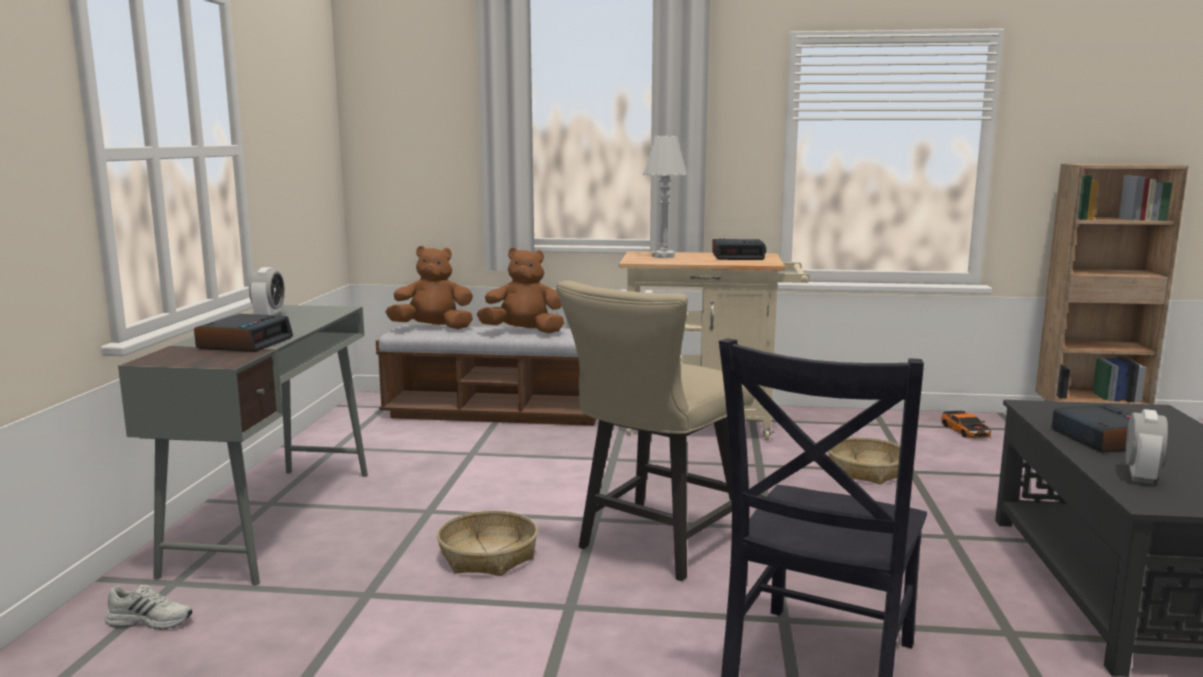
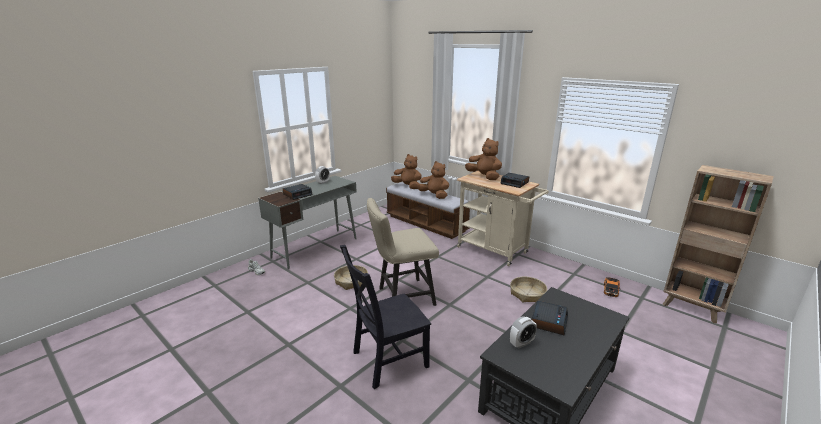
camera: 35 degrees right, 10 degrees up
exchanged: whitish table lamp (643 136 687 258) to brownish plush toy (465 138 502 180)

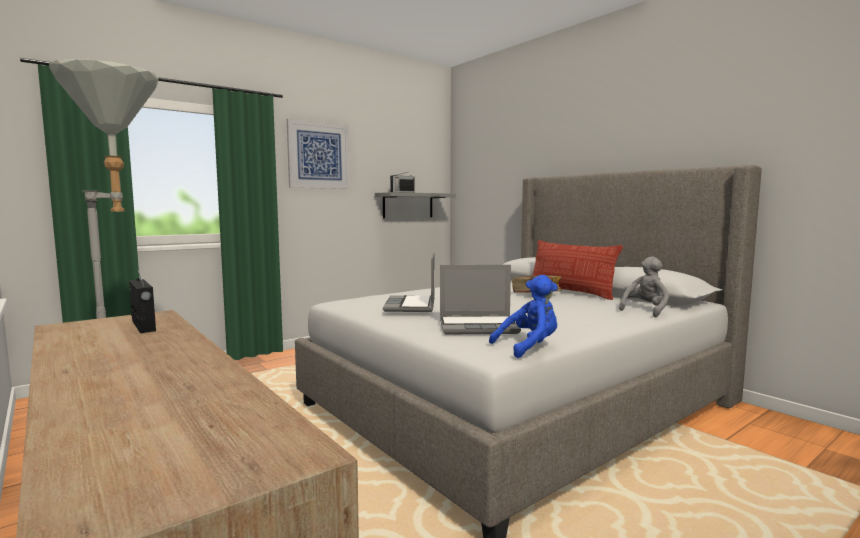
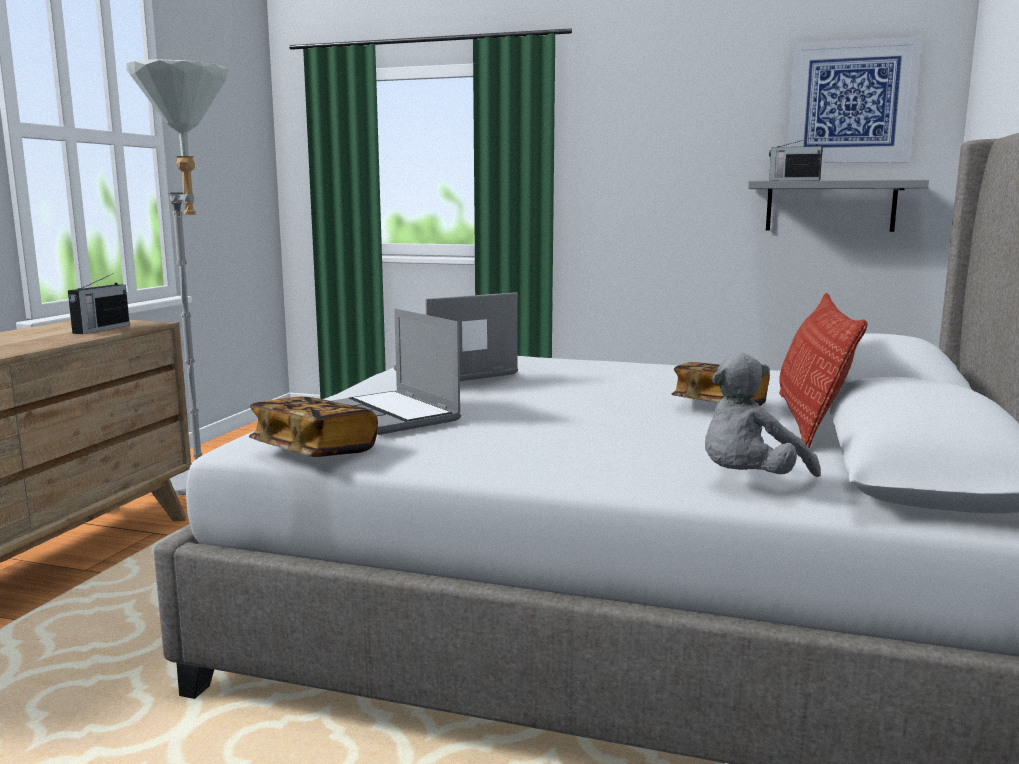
camera: 55 degrees right, 5 degrees up
relocated: wall picture (287 119 350 189) to (787 36 922 163)
exchanged: bluish plush toy (489 275 558 358) to book (249 397 378 457)
spun: gray plush toy (619 256 669 317) = (705 352 821 477) 135 degrees clockwise

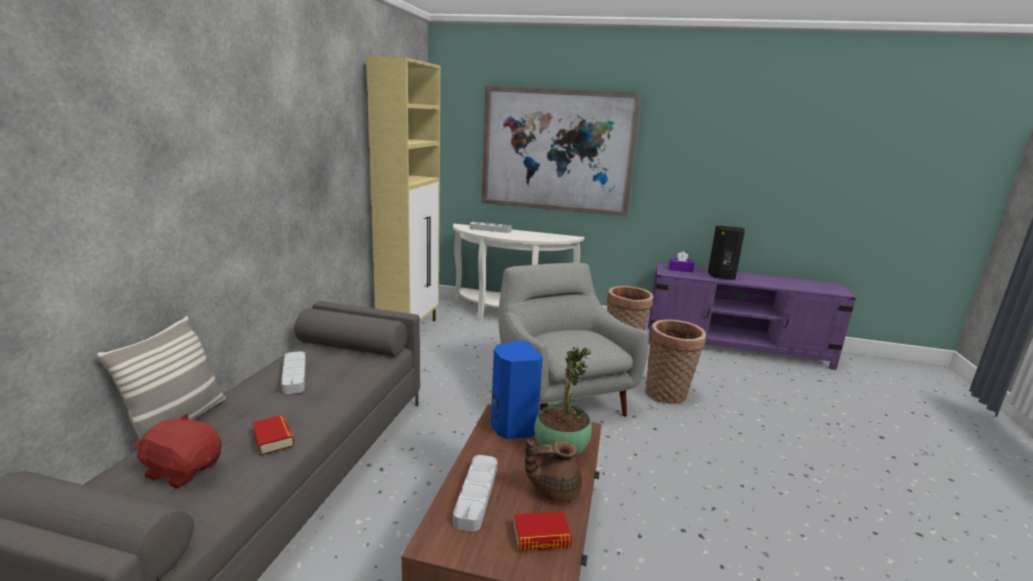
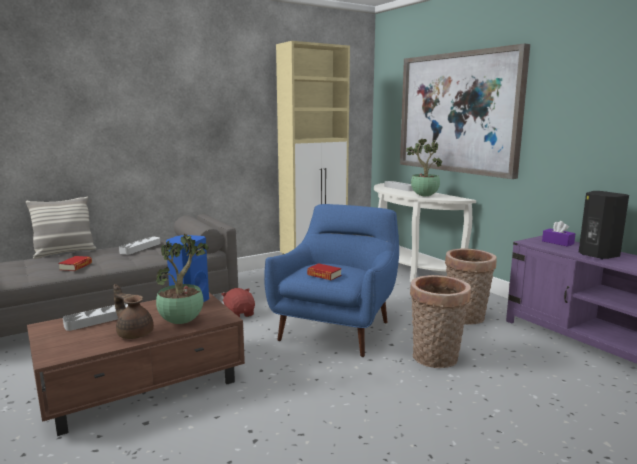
camera: 45 degrees right, 5 degrees down
appeared: potted plant (406 139 442 196)
relocated: red plush toy (132 413 222 488) to (221 288 255 317); book (513 511 572 551) to (307 263 342 280)
colour: gray easy chair (498 263 649 417) to bluish easy chair (264 204 399 357)

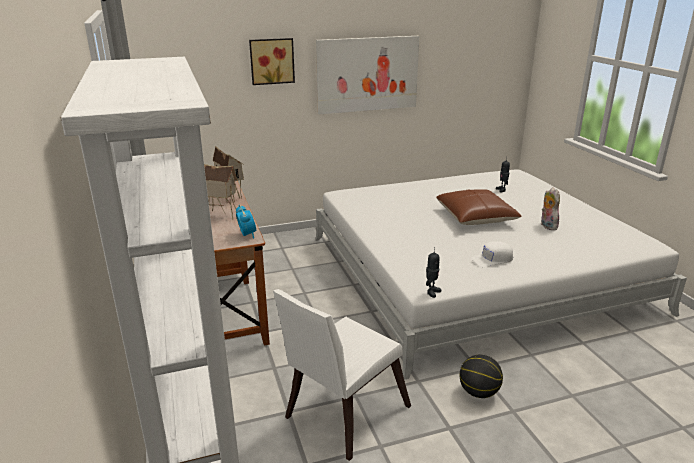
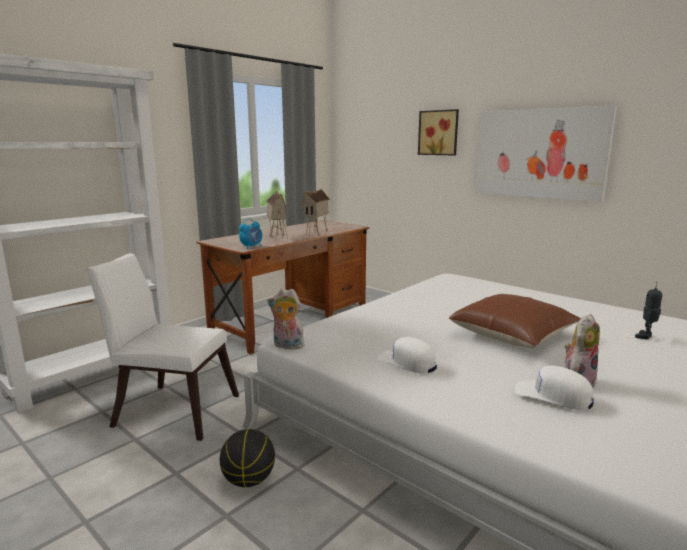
camera: 60 degrees right, 10 degrees down
appeared: whitish baseball cap (514 365 594 410)
exchanged: toy robot (426 247 441 298) to plush toy (267 289 304 349)

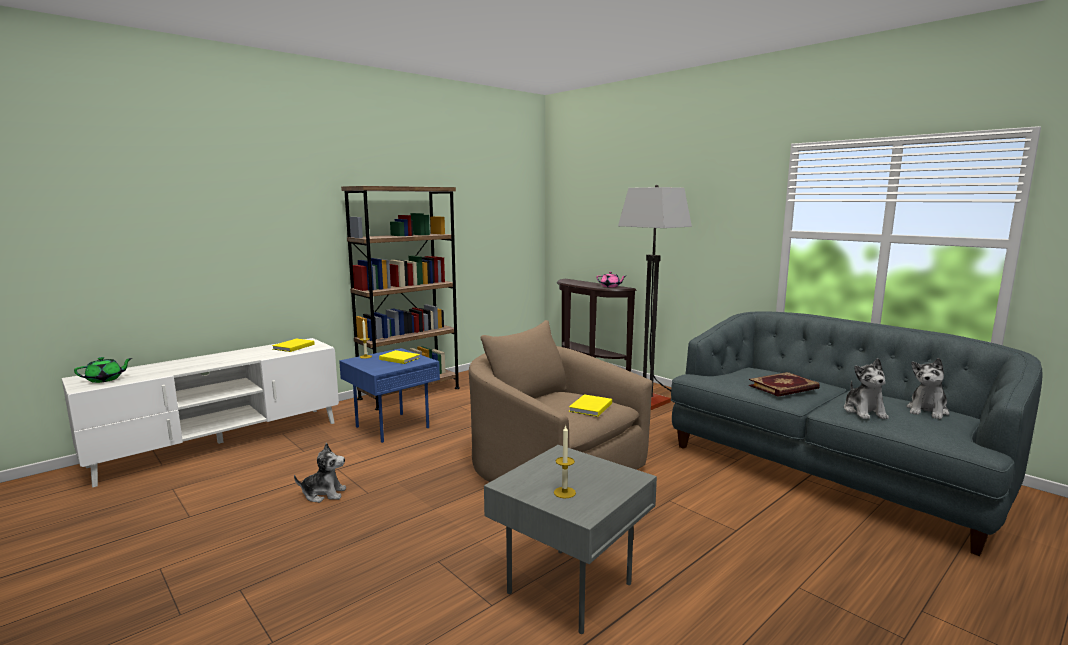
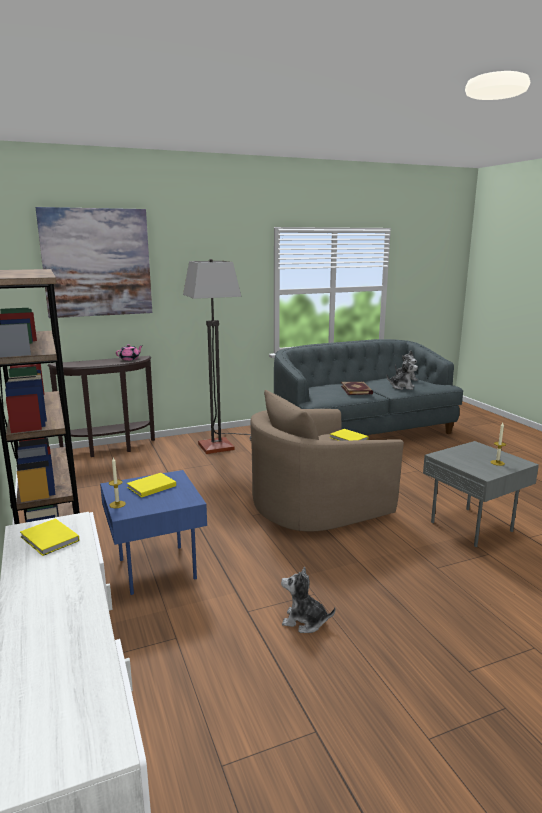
camera: 70 degrees left, 5 degrees up
missing: green tea pot (74 357 132 383)
appeared: wall picture (36 207 152 318)
spun: plush toy (294 443 346 503) = (281 567 336 633) 90 degrees counterclockwise

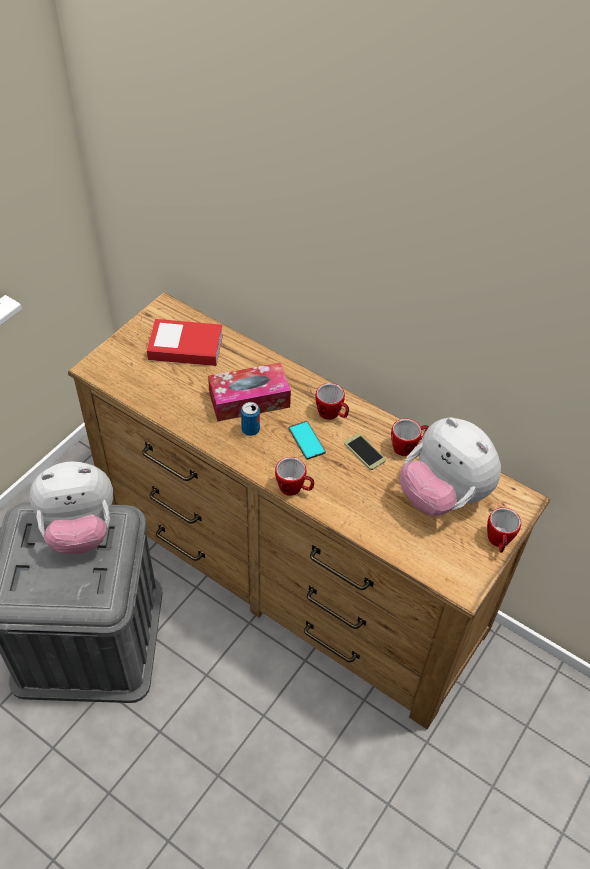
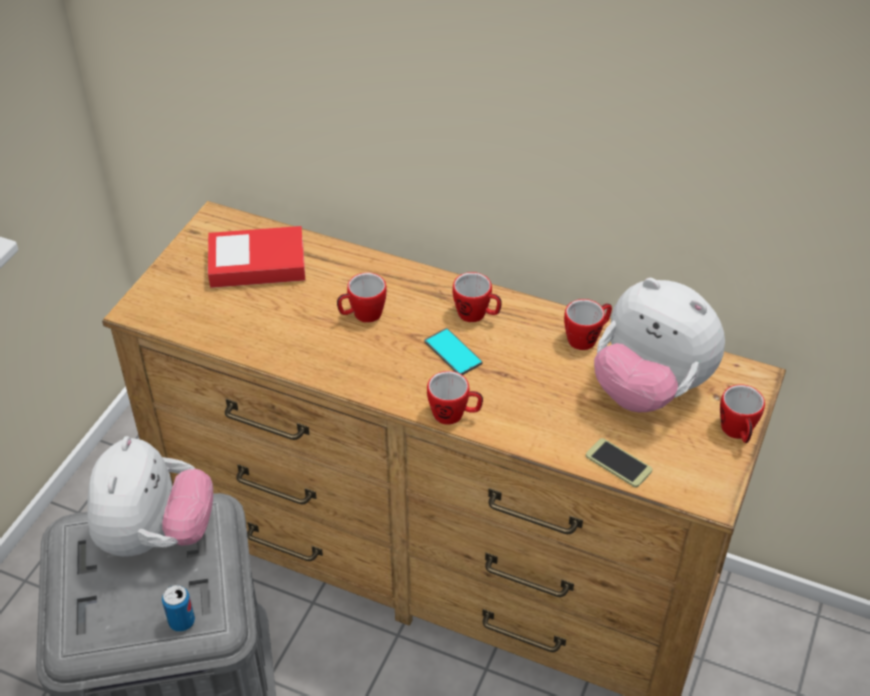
camera: 10 degrees left, 5 degrees down
relocated: metal can (241 402 260 436) to (162 585 195 632); telephone (344 433 386 470) to (586 438 652 488)
exchanged: box of tissues (208 362 291 421) to tea mug (337 273 387 323)
spun: plush toy (29 461 113 554) = (87 436 213 557) 60 degrees counterclockwise

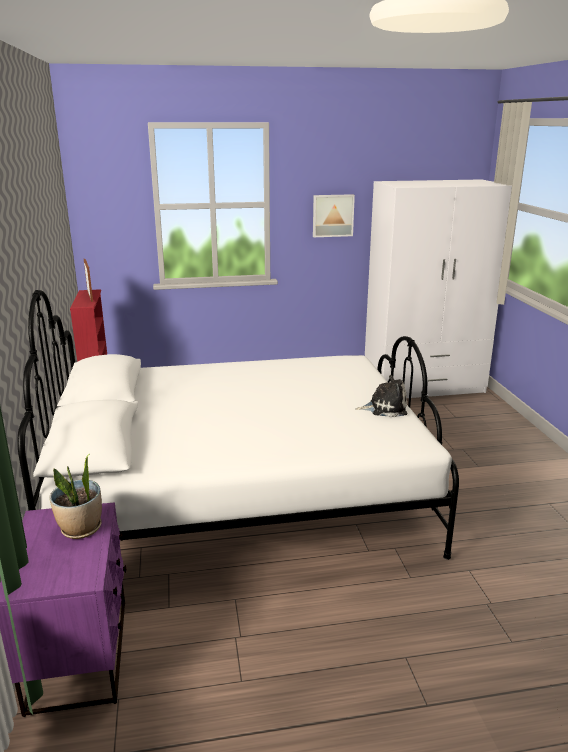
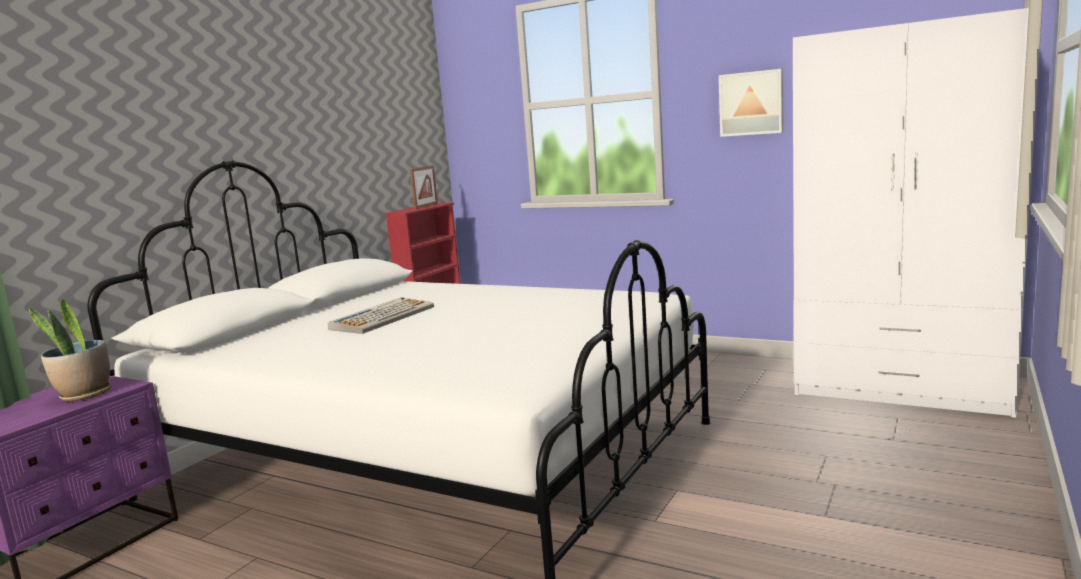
camera: 40 degrees right, 10 degrees down
missing: plush toy (356 375 407 417)
appeared: PC keyboard (328 297 434 334)

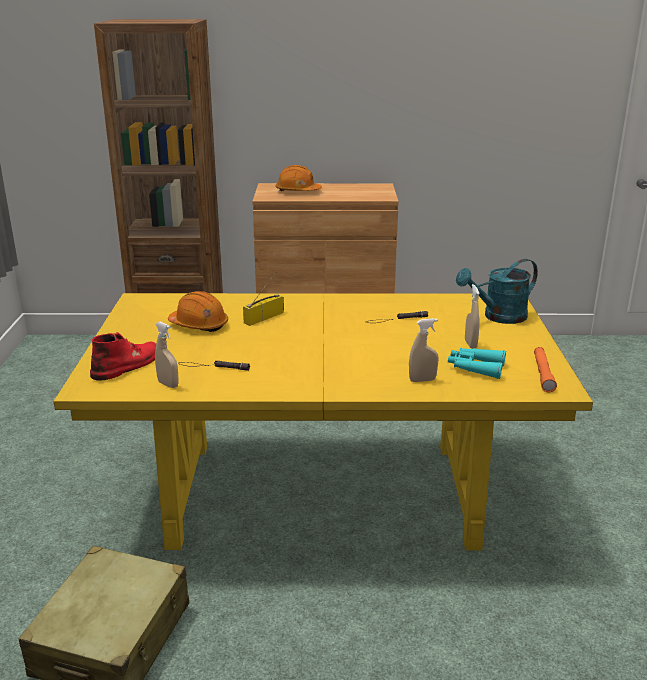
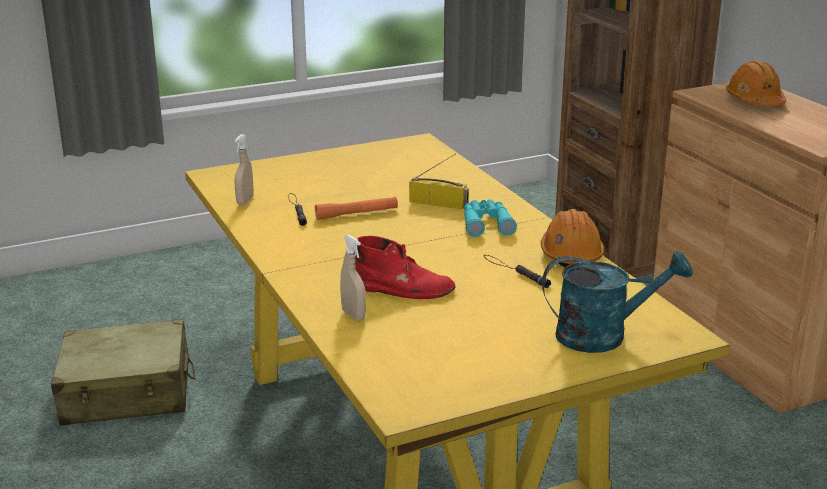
camera: 65 degrees right, 0 degrees up
missing: beige sprayer (465 284 480 349)
relocated: orange hard hat (168 291 228 332) to (540 209 604 267); red tall boot (90 332 156 381) to (355 236 456 299); orange flashlight (534 347 557 393) to (315 197 398 220); turquoise-coloured pair of binoculars (448 348 506 379) to (464 199 517 237)
spun: turquoise-coloured watering can (456 259 538 324) = (542 251 693 353) 135 degrees clockwise

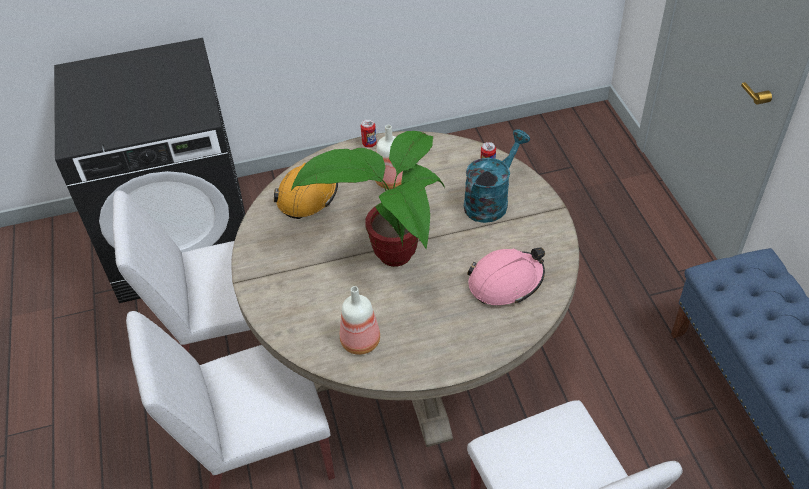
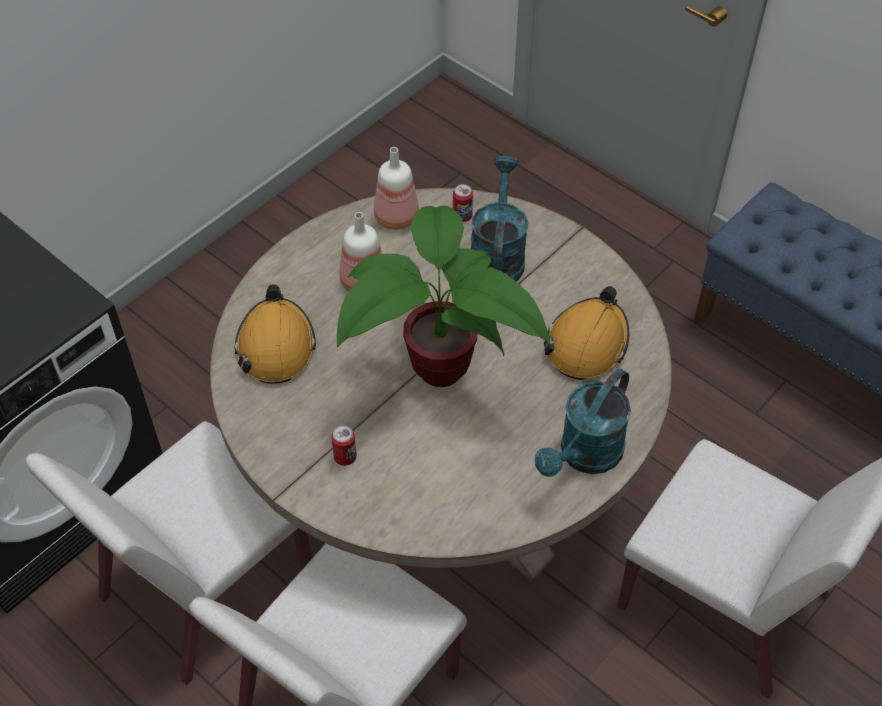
camera: 35 degrees left, 5 degrees up
appeared: turquoise-coloured watering can (535 368 631 477)
relocated: metal can (361 119 377 148) to (331 426 357 466); beverage bottle (340 286 380 355) to (374 147 419 230)
colour: pinkish hard hat (467 248 545 305) to orange hard hat (544 286 629 380)

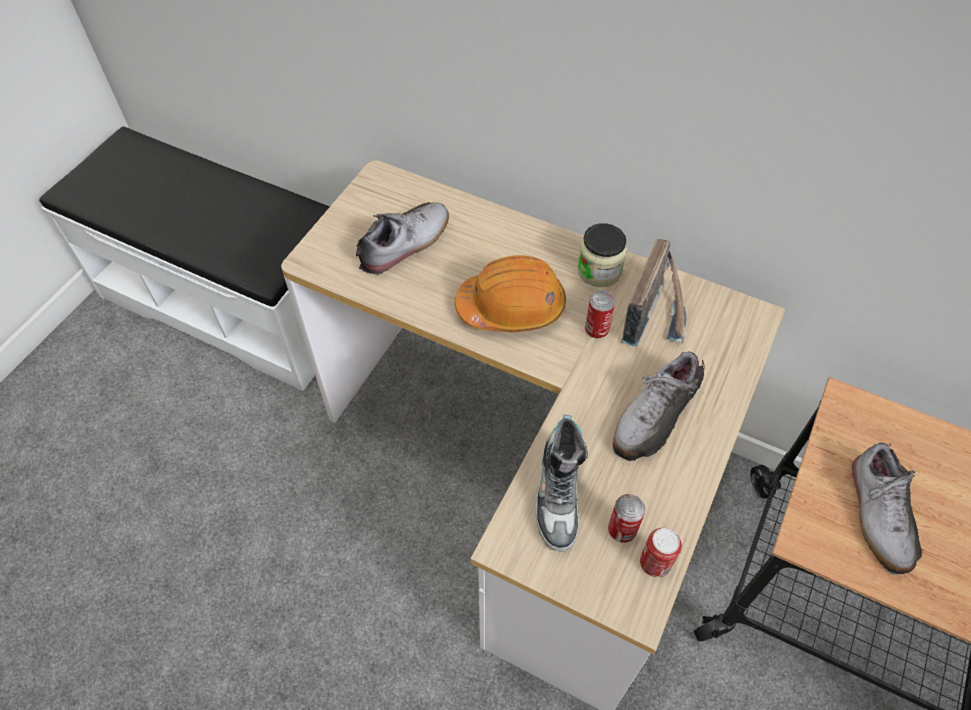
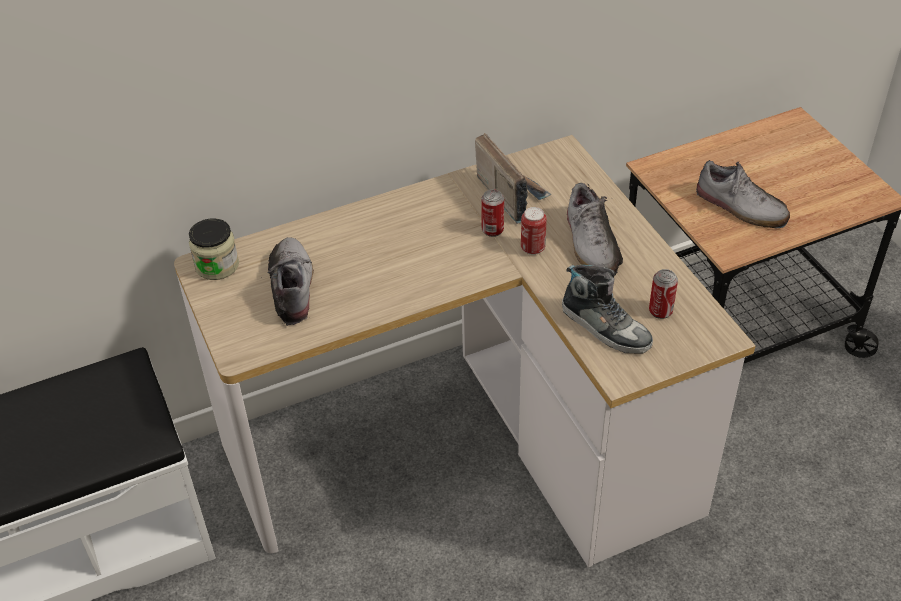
camera: 50 degrees left, 10 degrees down
missing: orange hard hat (455 255 566 332)
relocated: storage jar (577 223 627 287) to (189 219 239 280); metal can (640 528 682 577) to (521 207 547 255)

